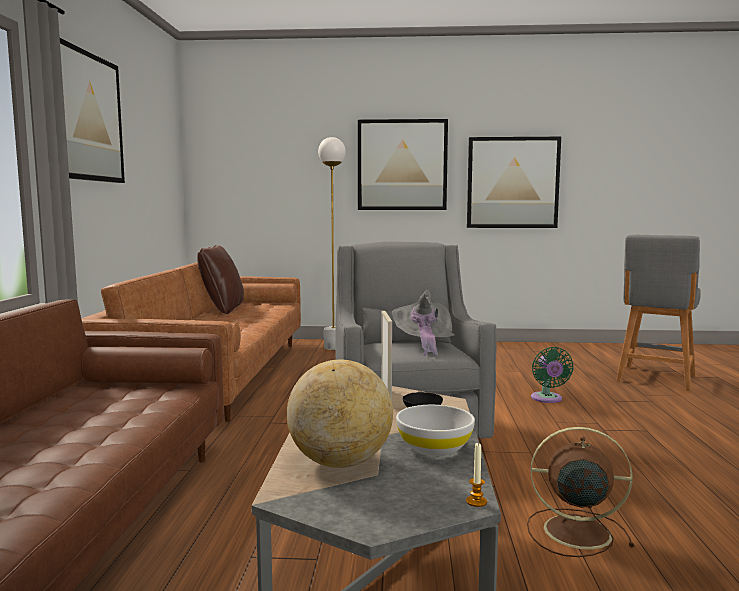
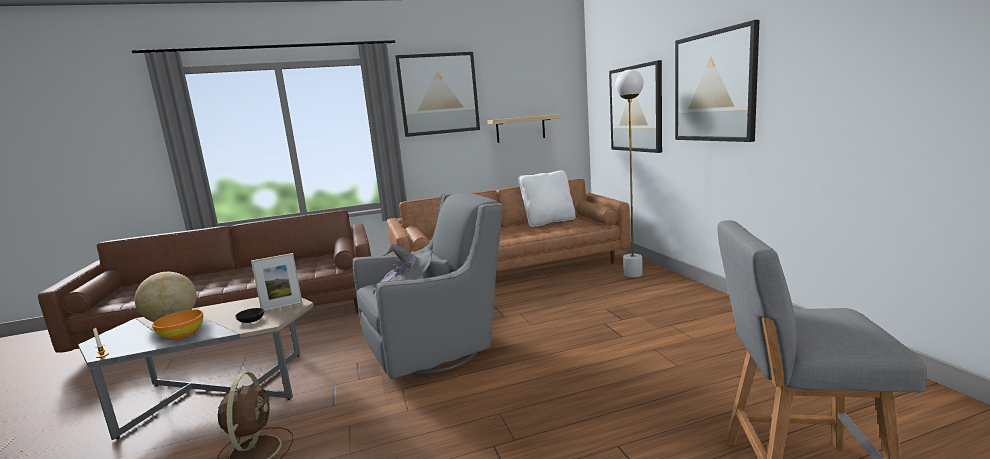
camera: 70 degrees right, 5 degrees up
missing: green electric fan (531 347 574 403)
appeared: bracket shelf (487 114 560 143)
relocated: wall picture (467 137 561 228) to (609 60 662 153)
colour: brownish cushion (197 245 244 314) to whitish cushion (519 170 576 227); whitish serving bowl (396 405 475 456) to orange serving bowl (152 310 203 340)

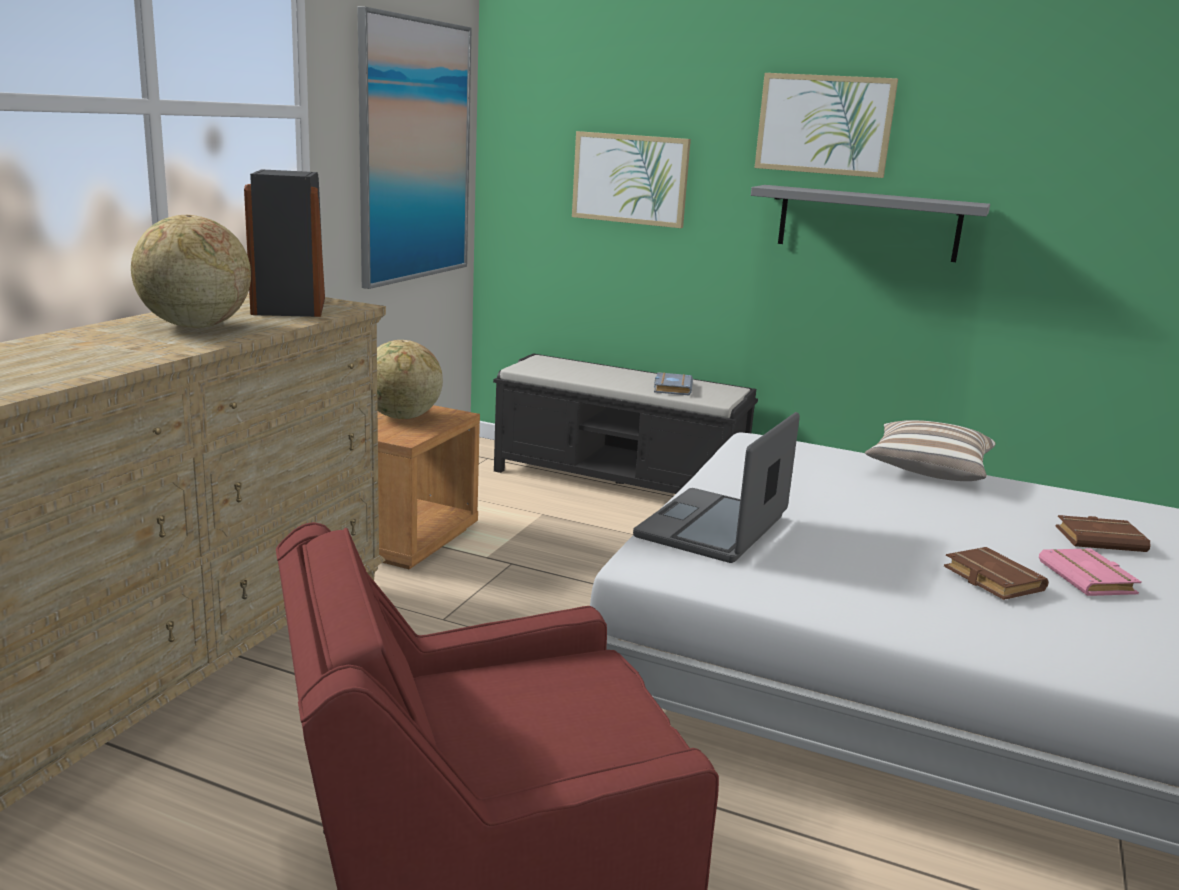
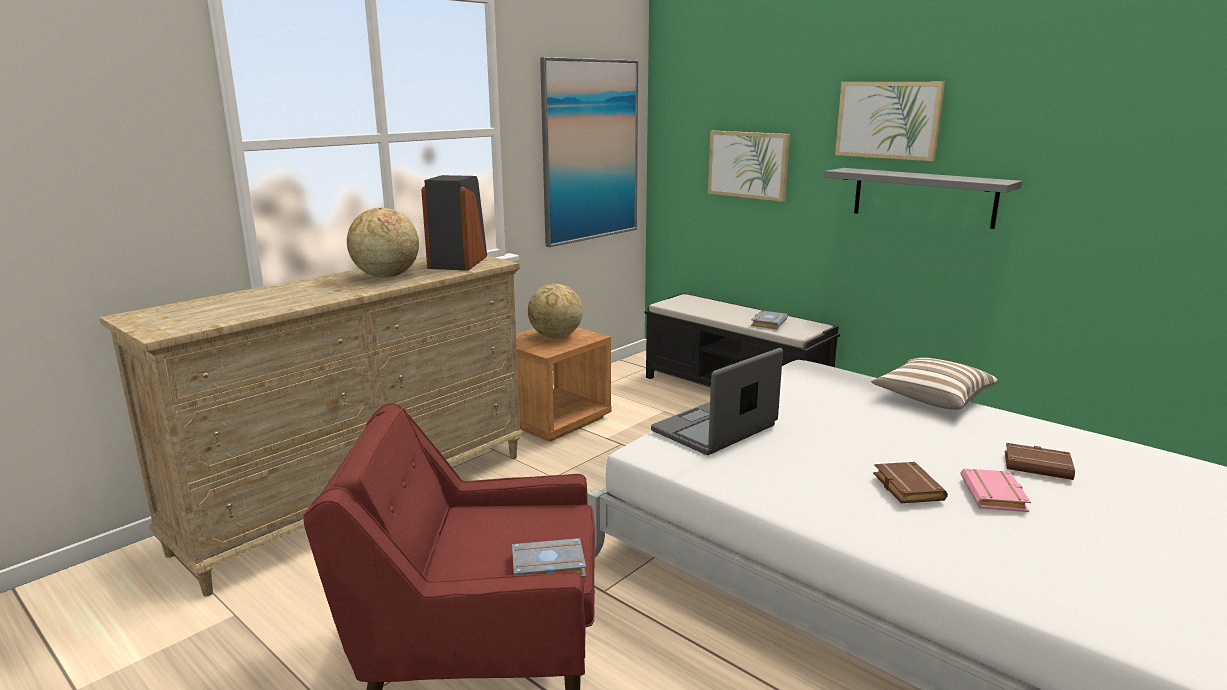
camera: 20 degrees right, 0 degrees up
appeared: gray book (512 538 586 578)

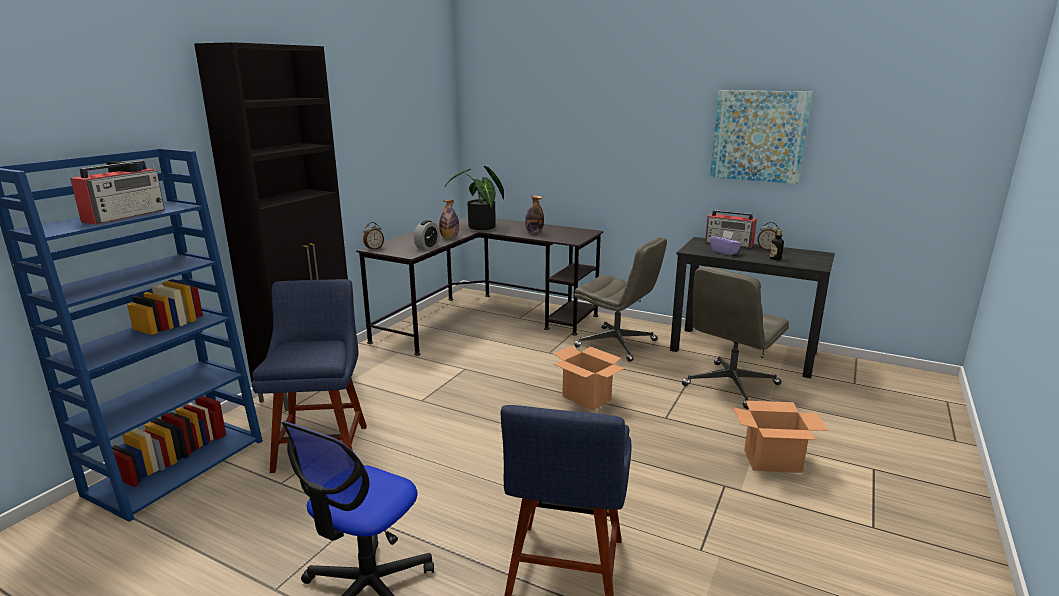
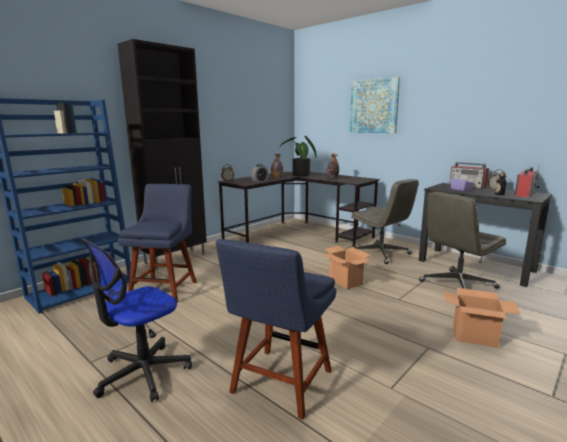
camera: 15 degrees right, 5 degrees down
relocated: wall picture (710 90 812 184) to (350 77 400 133); radio set (70 158 165 225) to (515 166 539 198)

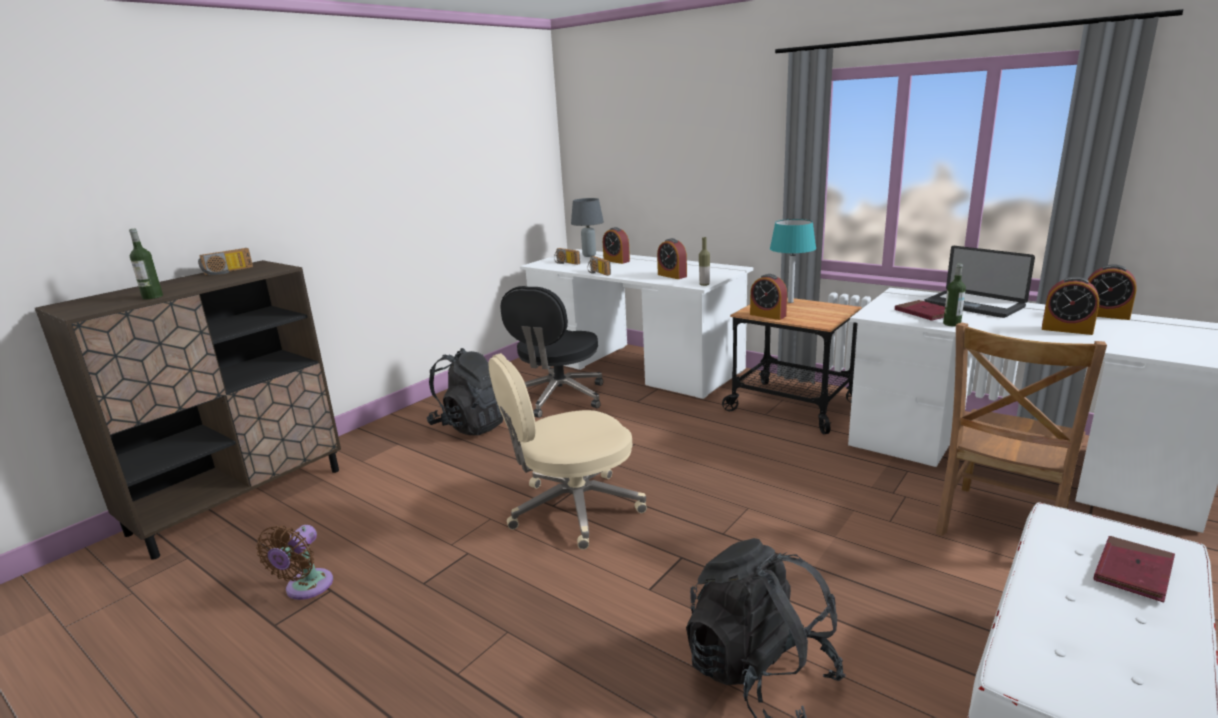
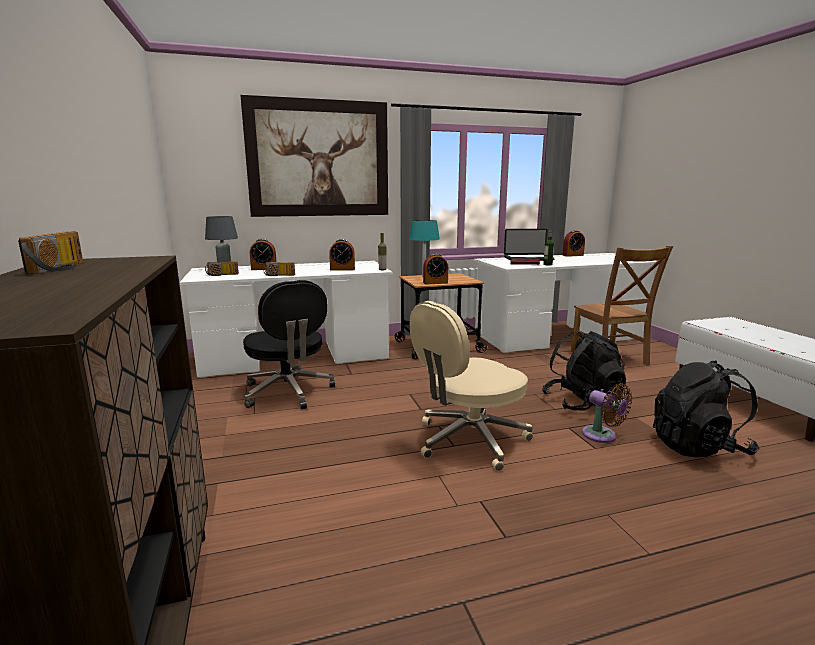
camera: 55 degrees left, 5 degrees down
missing: beverage bottle (129 229 163 300); table clock (1042 277 1099 335); red book (1093 536 1175 603)
appeared: wall picture (240 95 388 217)
relocated: blackish knapsack (427 348 503 435) to (542 331 626 411); brownish electric fan (256 525 333 600) to (582 383 632 443)
spun: beige desk chair (488 353 647 550) = (409 301 533 471) 45 degrees clockwise

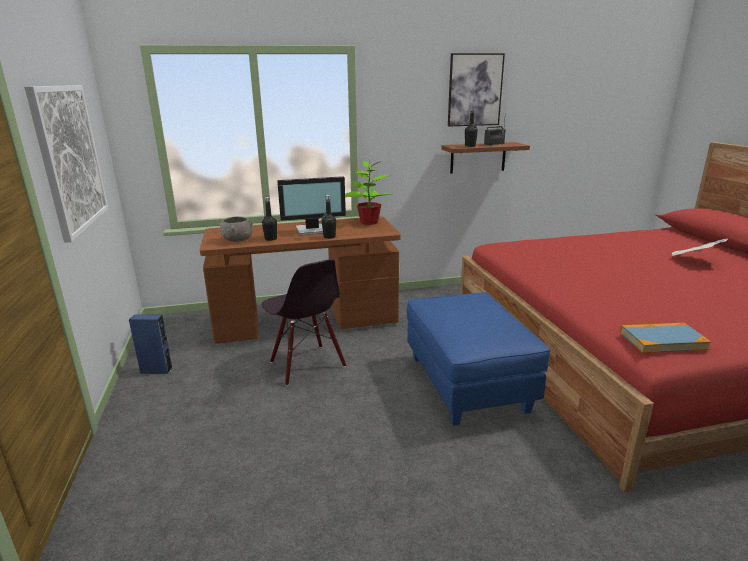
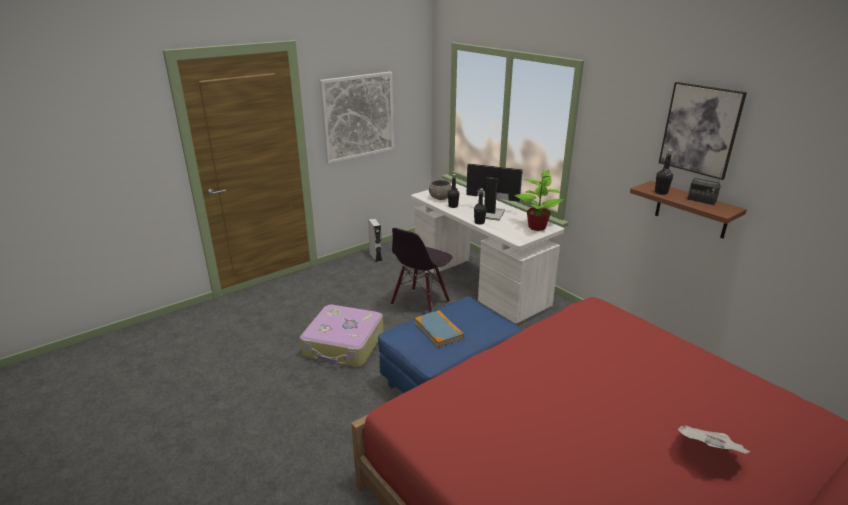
camera: 65 degrees right, 5 degrees up
appeared: travel case (300 305 383 367)
relocated: book (620 323 711 353) to (415 310 464 348)
colour: brownish desk table (200 216 401 344) to whitish desk table (411 183 564 324); bluish loudspeaker (129 315 173 374) to gray loudspeaker (368 218 382 262)
spun: computer display (277 176 346 235) = (466 163 523 221) 150 degrees clockwise

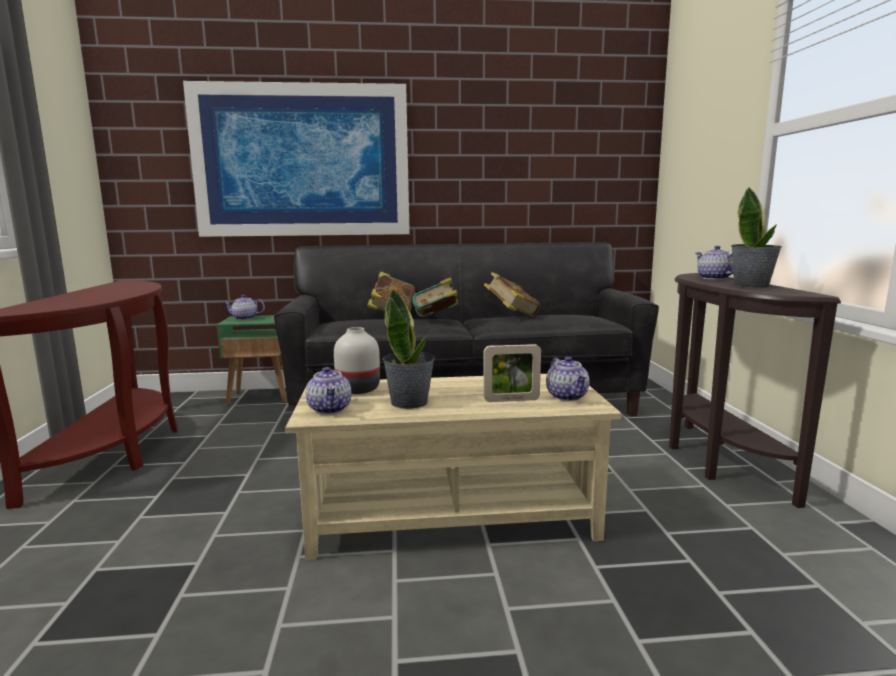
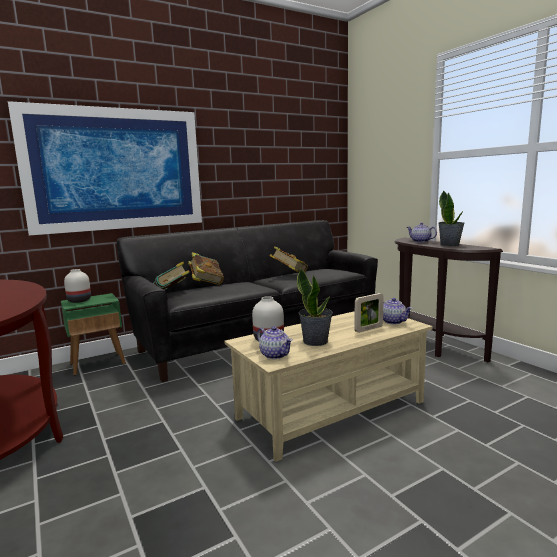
camera: 25 degrees left, 0 degrees up
relocated: book (412 277 458 318) to (153 262 190 290)
exchanged: tea pot (223 295 265 320) to whitish vase (64 269 91 303)

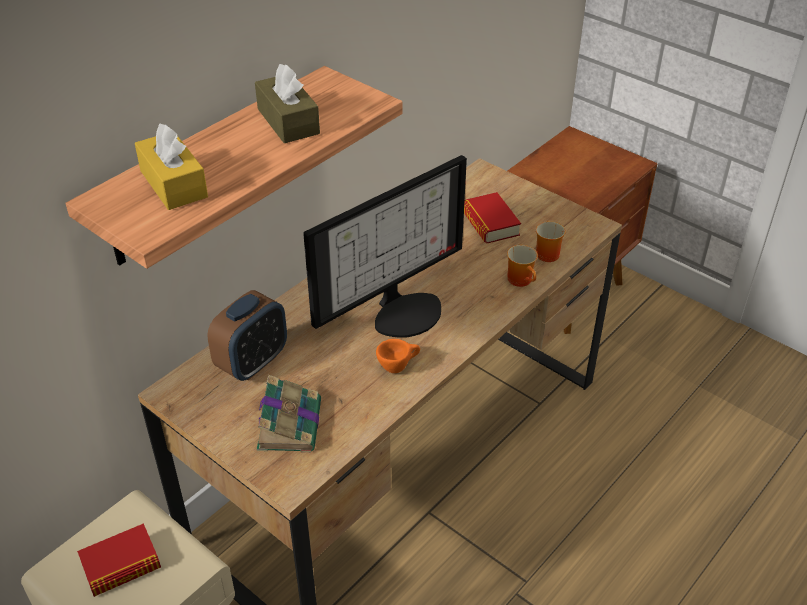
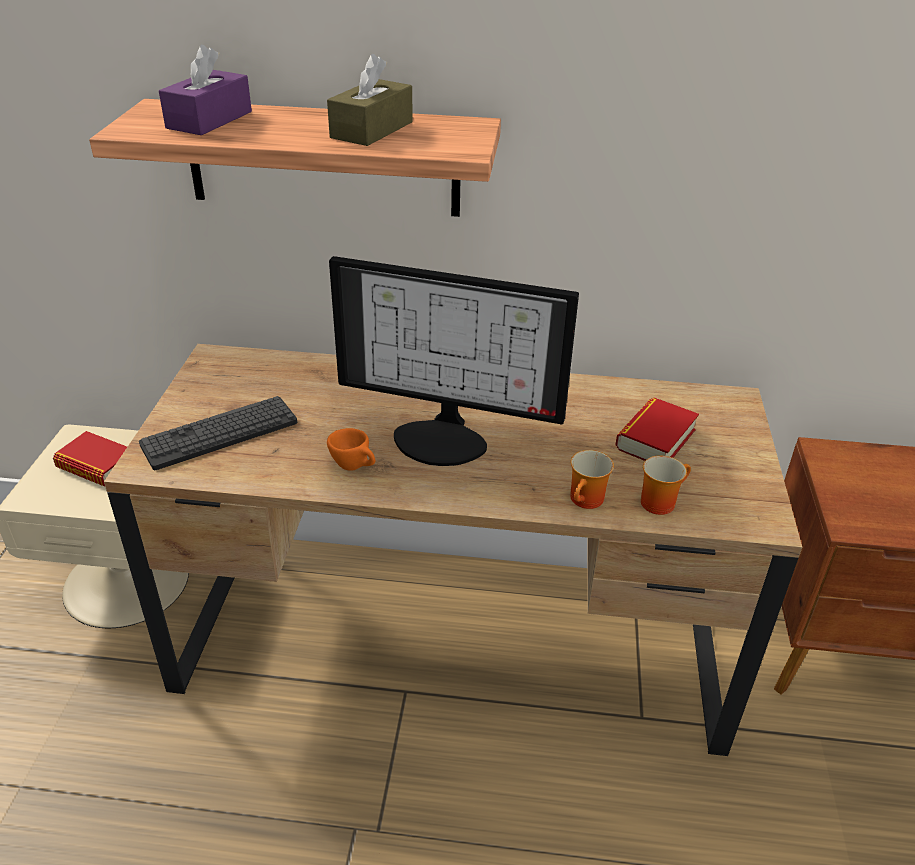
camera: 55 degrees right, 5 degrees down
missing: table clock (207 290 287 381)
exchanged: book (257 375 321 452) to PC keyboard (139 396 297 470)
colour: yellowish box of tissues (135 124 208 210) to purple box of tissues (159 45 252 135)

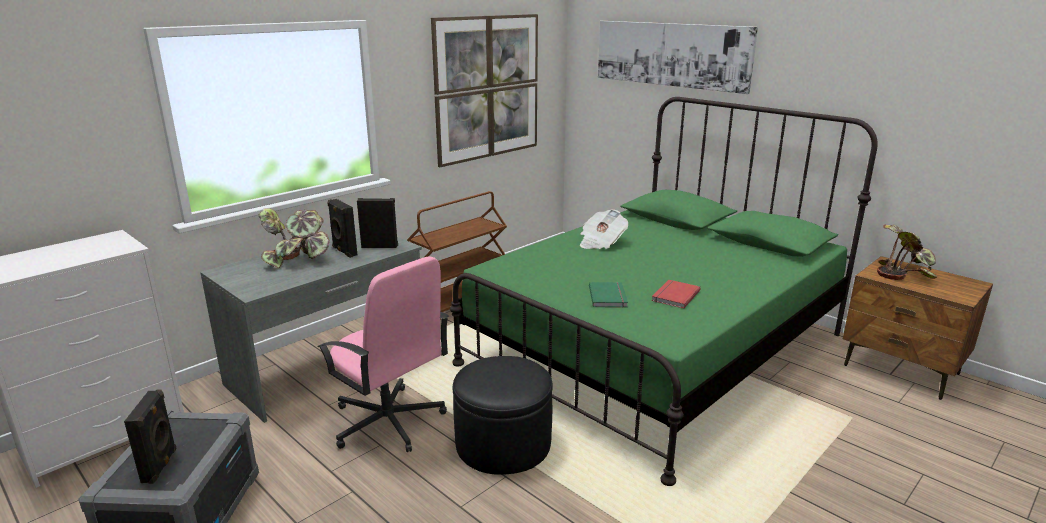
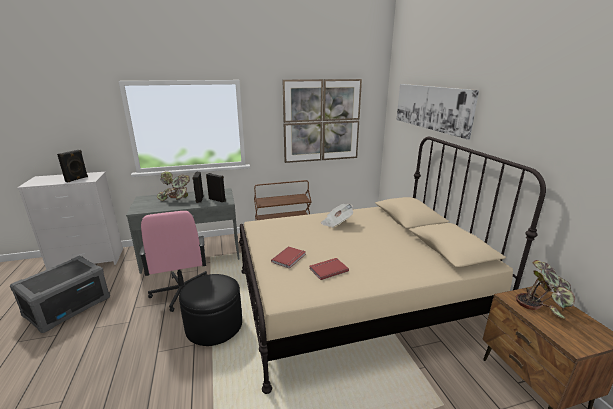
camera: 30 degrees right, 0 degrees up
relocated: blackish loudspeaker (124 389 177 484) to (57 150 88 183)
colour: green bedroom bed (450 97 878 486) to beige bedroom bed (239 137 546 394); green book (589 282 628 308) to red book (271 246 306 269)

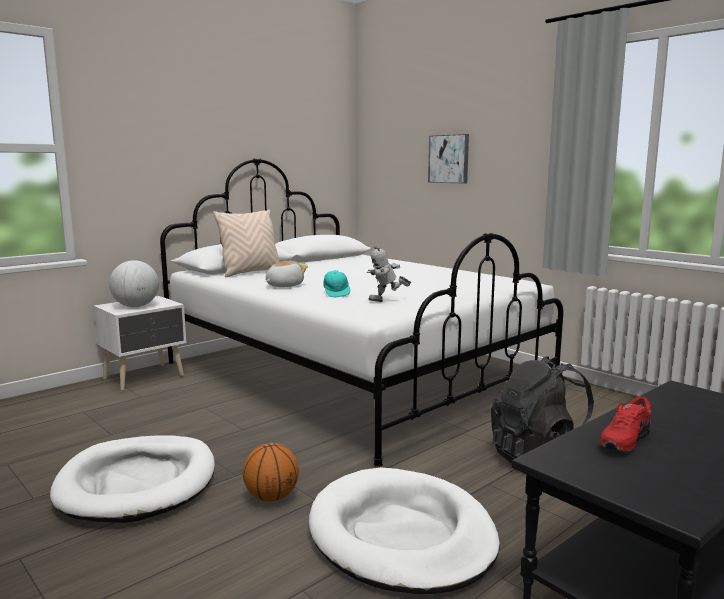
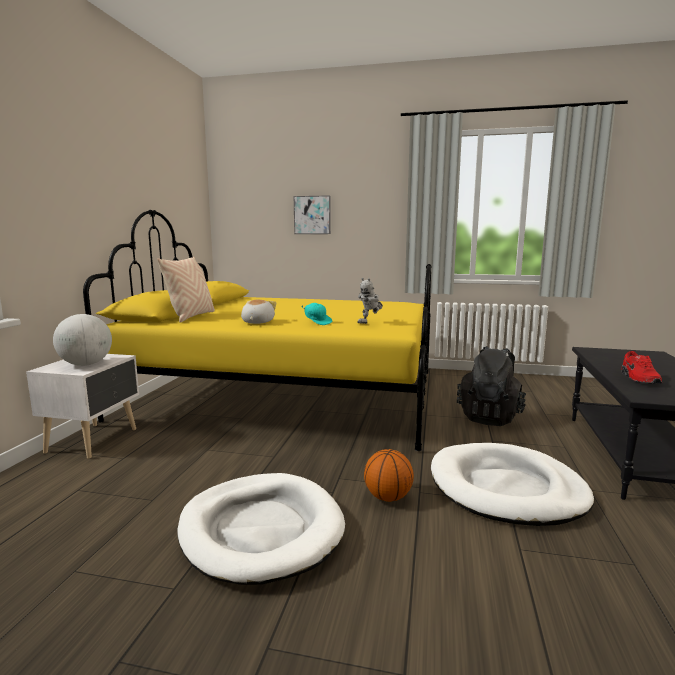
camera: 35 degrees left, 0 degrees up
colour: whitish bedroom bed (160 158 563 467) to yellowish bedroom bed (83 210 431 451)

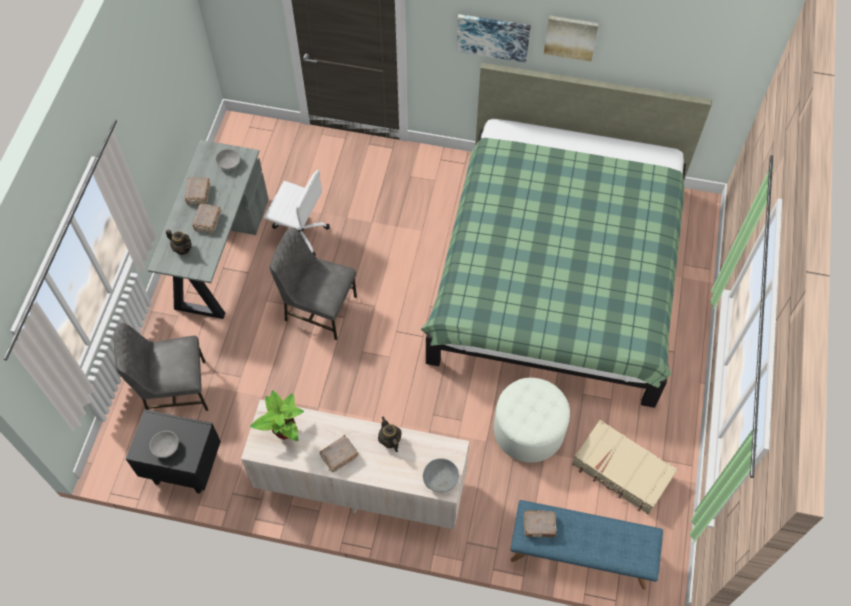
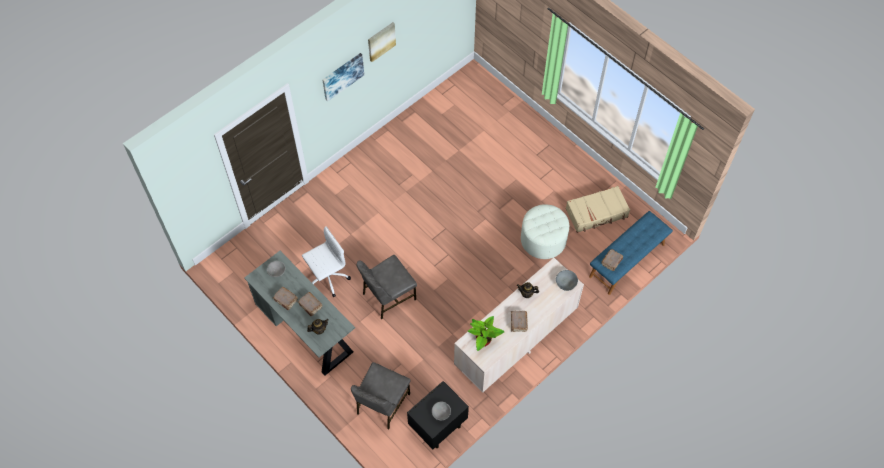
camera: 55 degrees left, 0 degrees up
missing: green bedroom bed (421 63 712 408)

